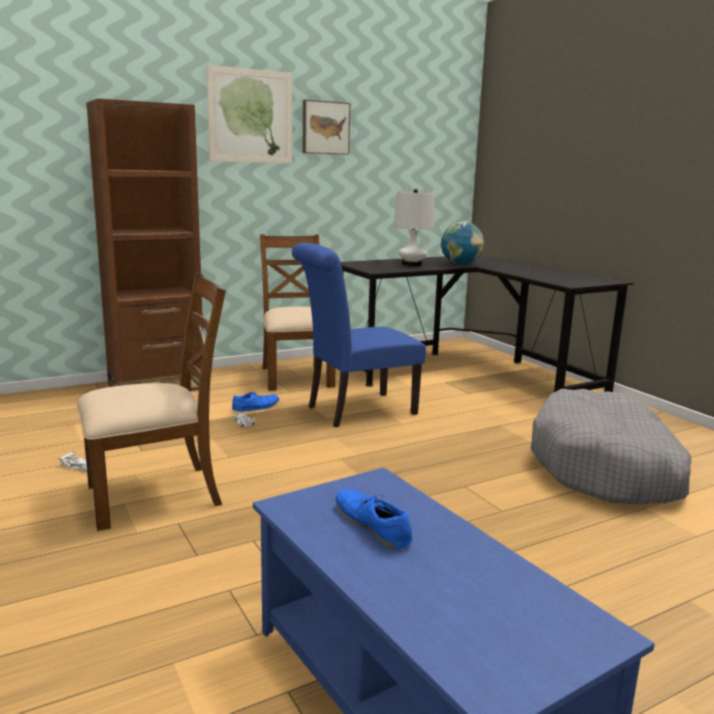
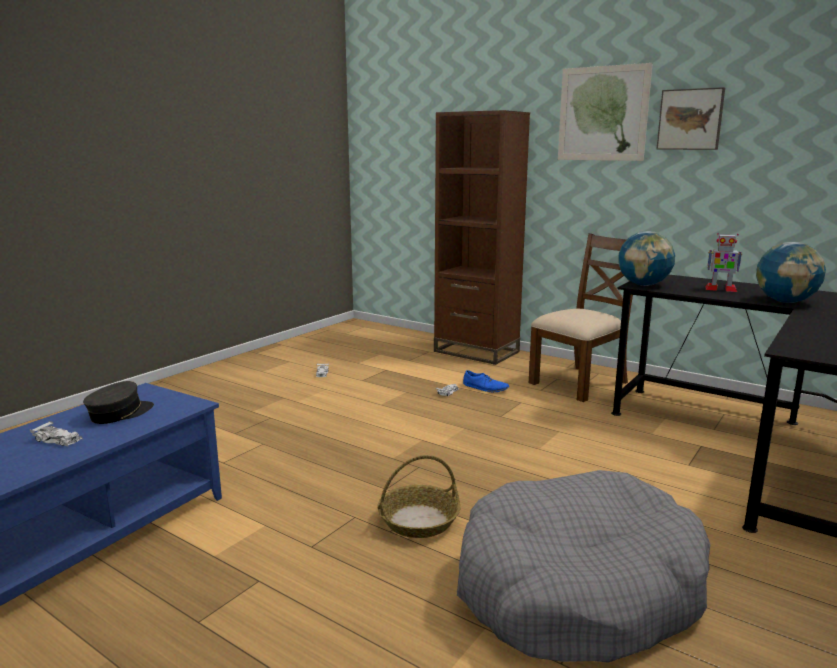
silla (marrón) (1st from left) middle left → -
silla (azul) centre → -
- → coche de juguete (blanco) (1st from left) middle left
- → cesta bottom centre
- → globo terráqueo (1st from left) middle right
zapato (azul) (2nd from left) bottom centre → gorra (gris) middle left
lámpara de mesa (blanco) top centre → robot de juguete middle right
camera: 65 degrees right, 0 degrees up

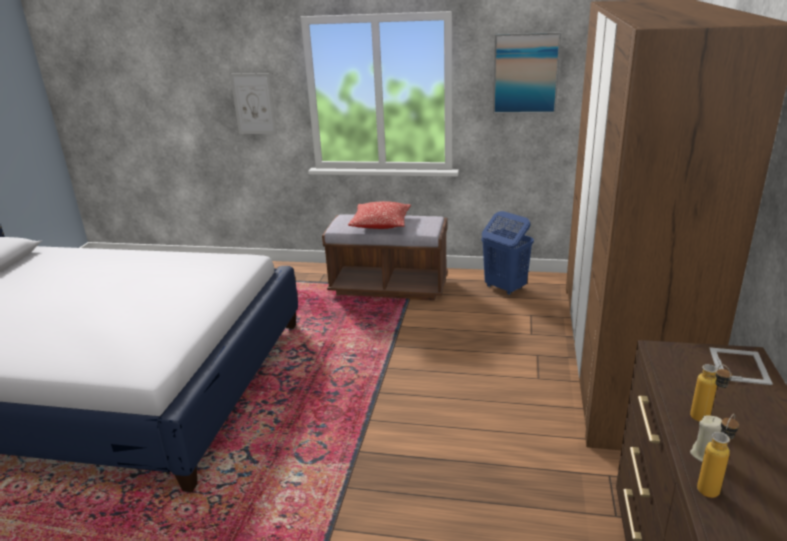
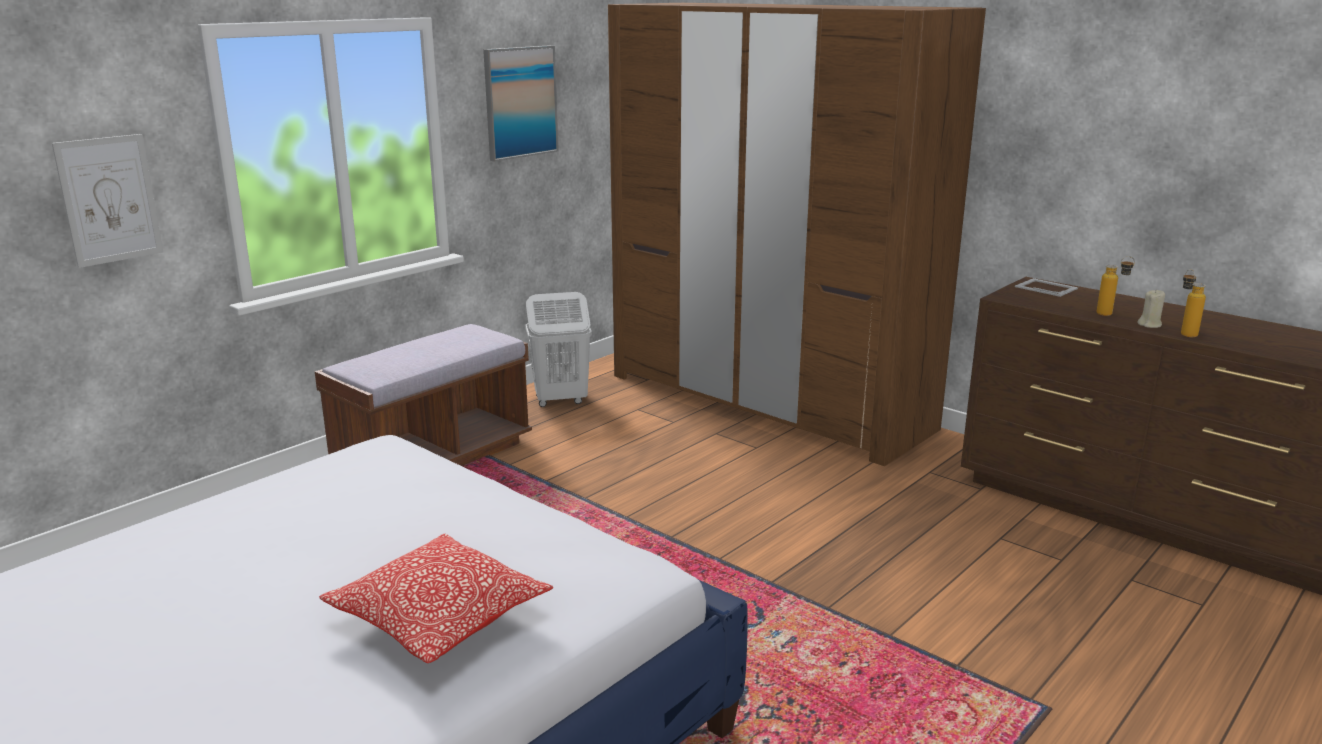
cojín centre → cojín bottom left, moved
cesto de la ropa (azul) centre → cesto de la ropa (blanco) centre
camera: 60 degrees left, 5 degrees down

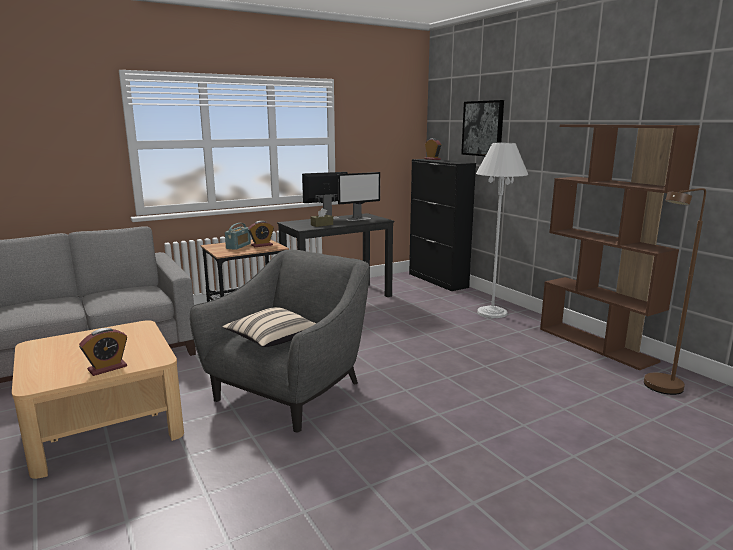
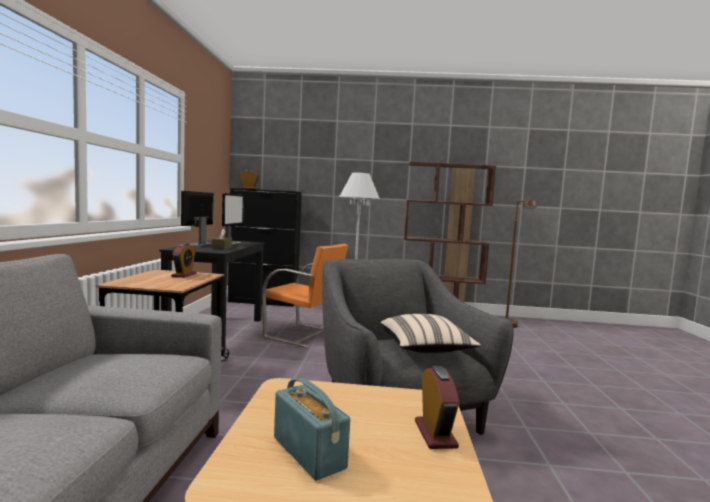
cuadro top centre → -
- → silla (naranja) centre
radio middle left → radio bottom centre, moved
camera: 55 degrees left, 10 degrees down

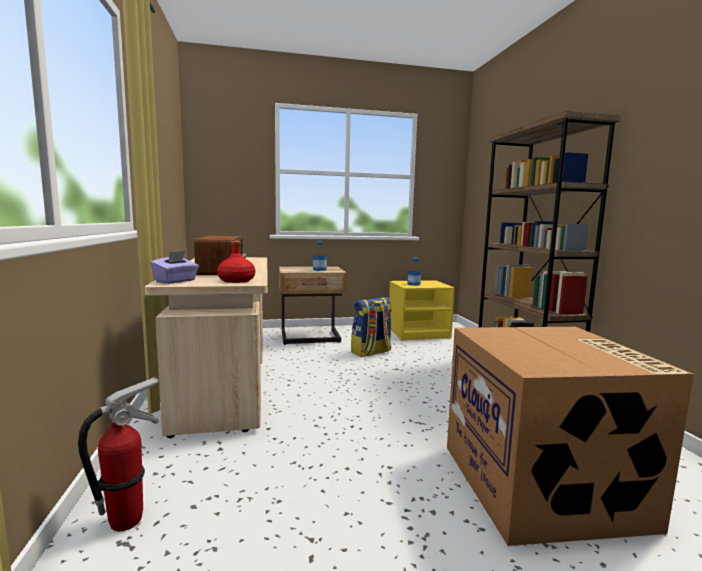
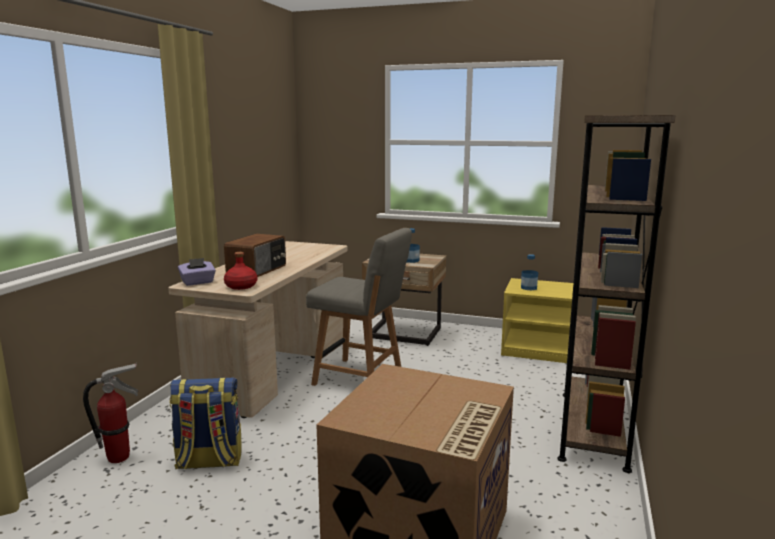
- → silla (gris) centre
mochila centre → mochila bottom left, moved
camera: 30 degrees right, 5 degrees up

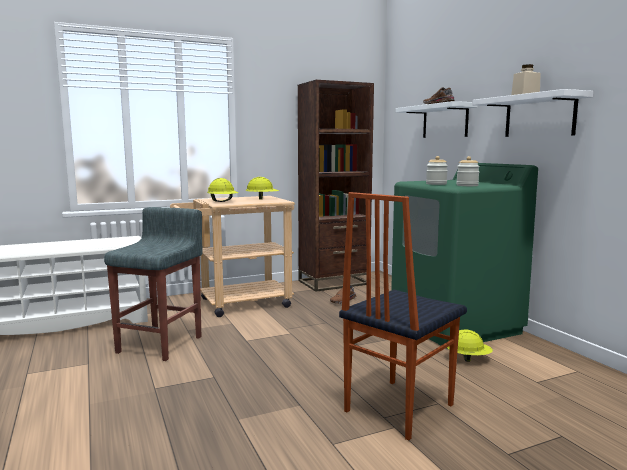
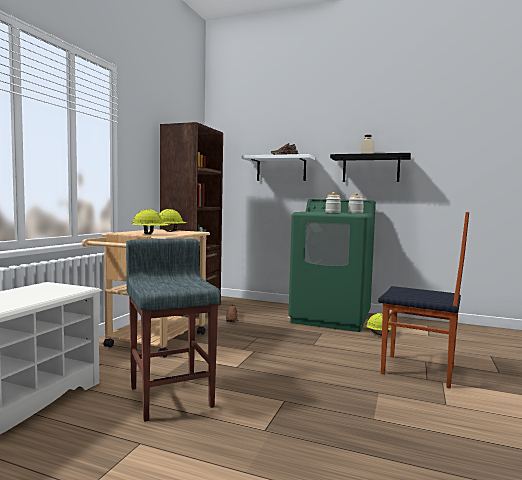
estante (blanco) (2nd from left) top right → estante (negro) middle right
silla bottom centre → silla middle right, 60 degrees counterclockwise
camera: 45 degrees left, 5 degrees down

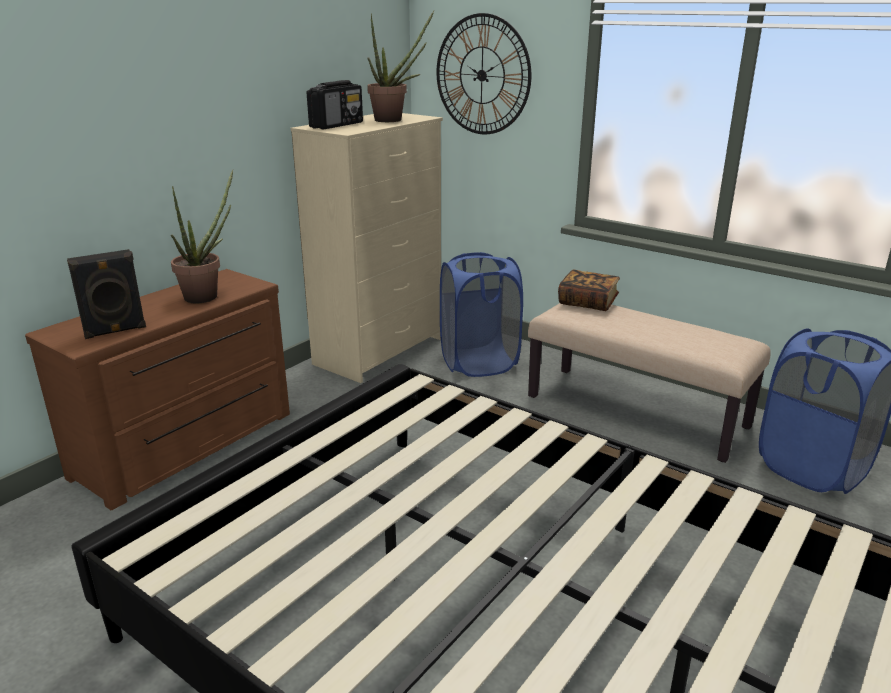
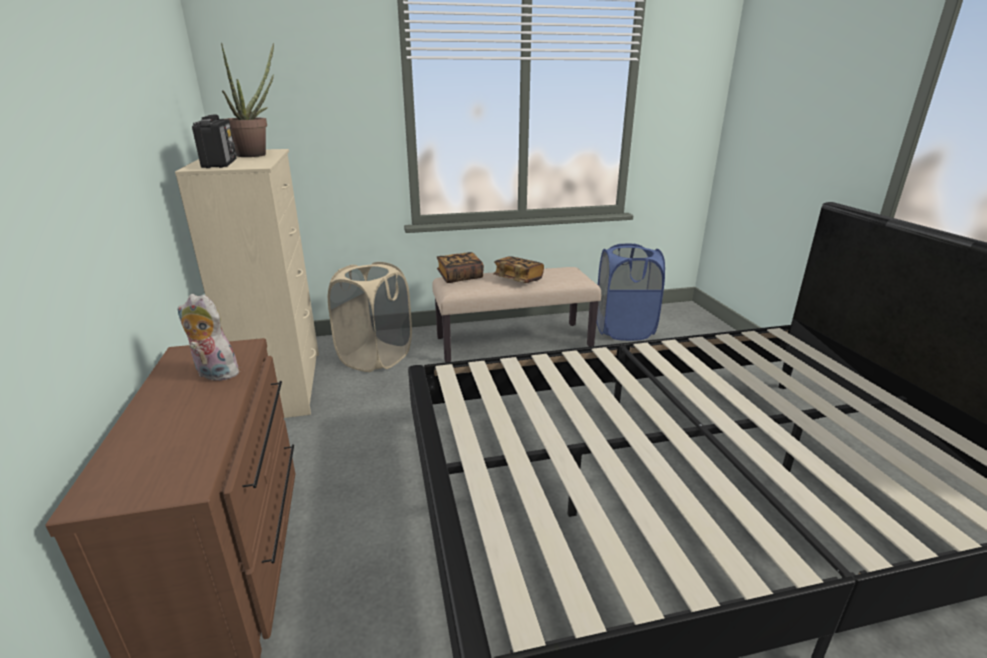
altavoz (negro) middle left → -
reloj de pared top centre → -
- → libro (2nd from left) centre
planta en maceta (1st from left) middle left → peluche middle left
cesto de la ropa (azul) (1st from left) centre → cesto de la ropa (beis) centre
camera: 50 degrees left, 0 degrees up

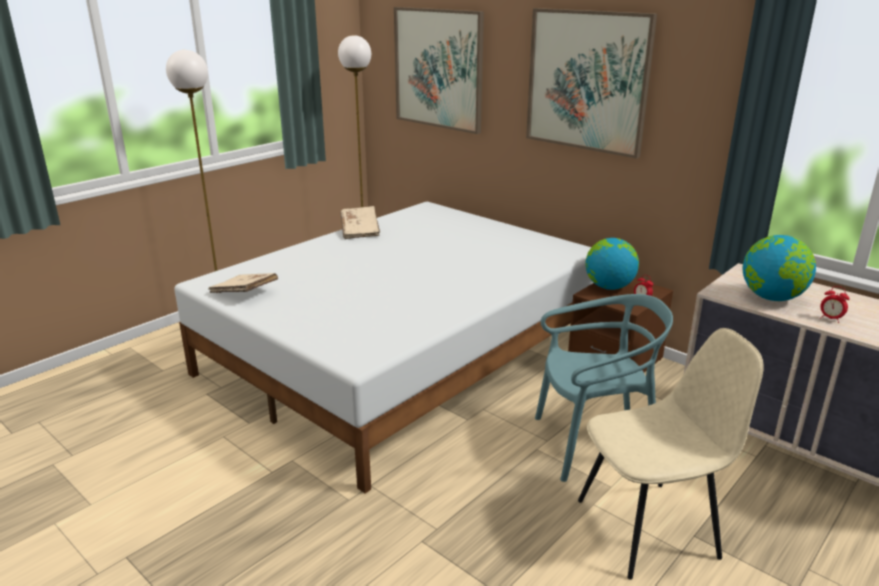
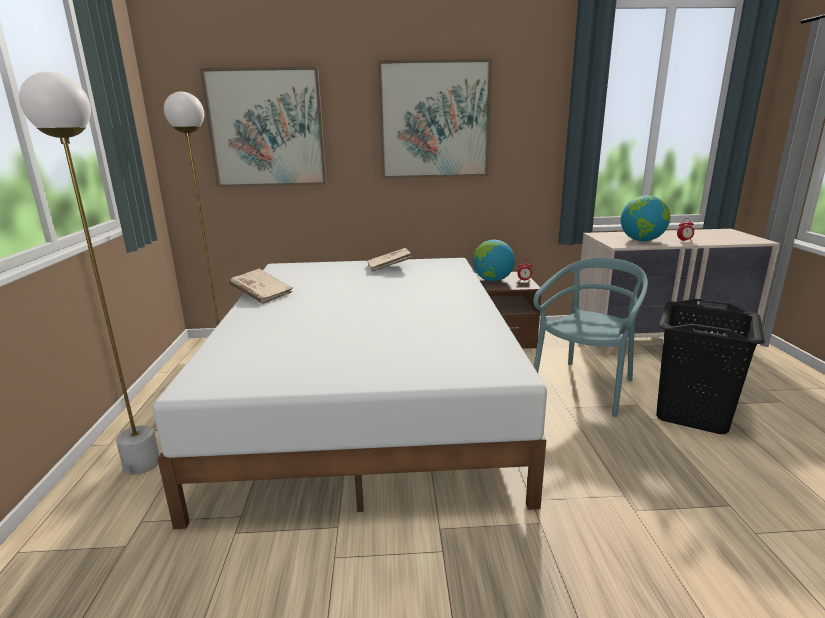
libro (beis) (1st from left in the first image) middle left → libro (beis) (2nd from left) centre, moved
silla (beis) bottom right → cesto de la ropa (negro) middle right
camera: 45 degrees left, 5 degrees down

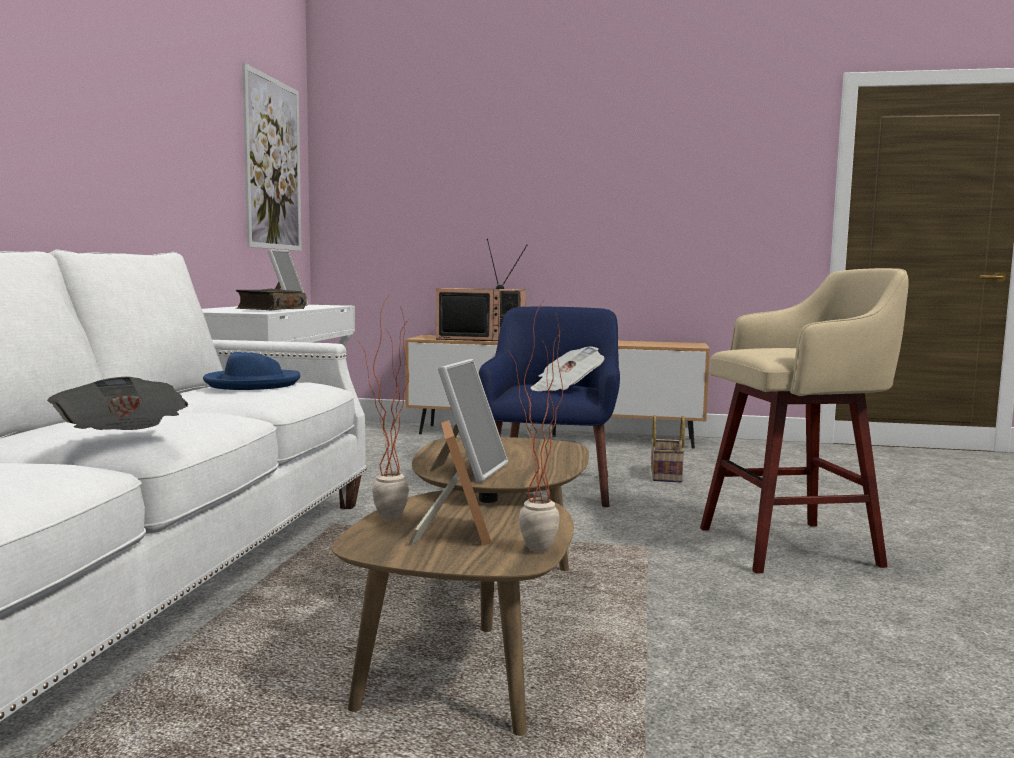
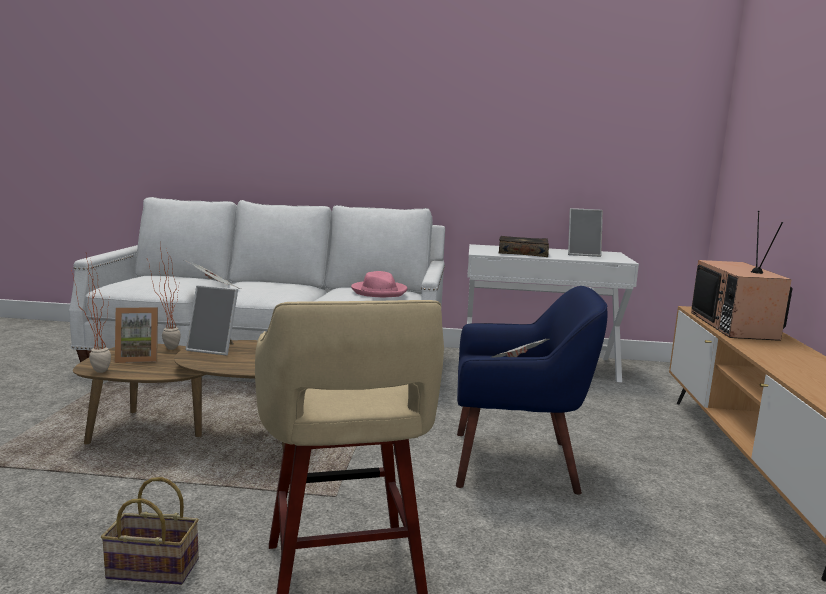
cuadro top left → -
cesta centre → cesta bottom left, moved
sombrero (azul) middle left → sombrero (rosa) centre
camera: 85 degrees right, 5 degrees up

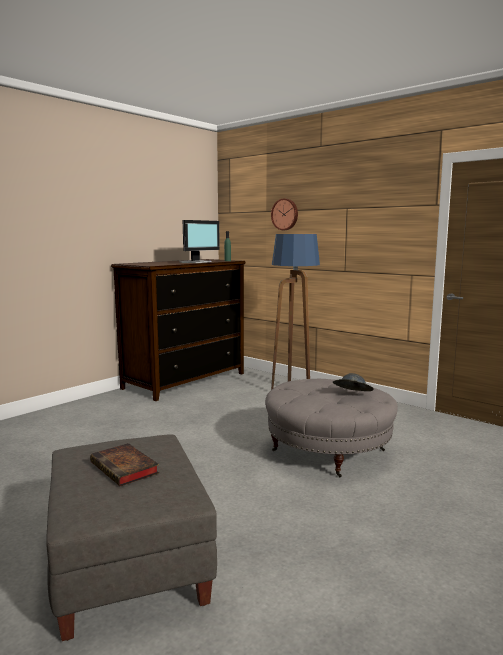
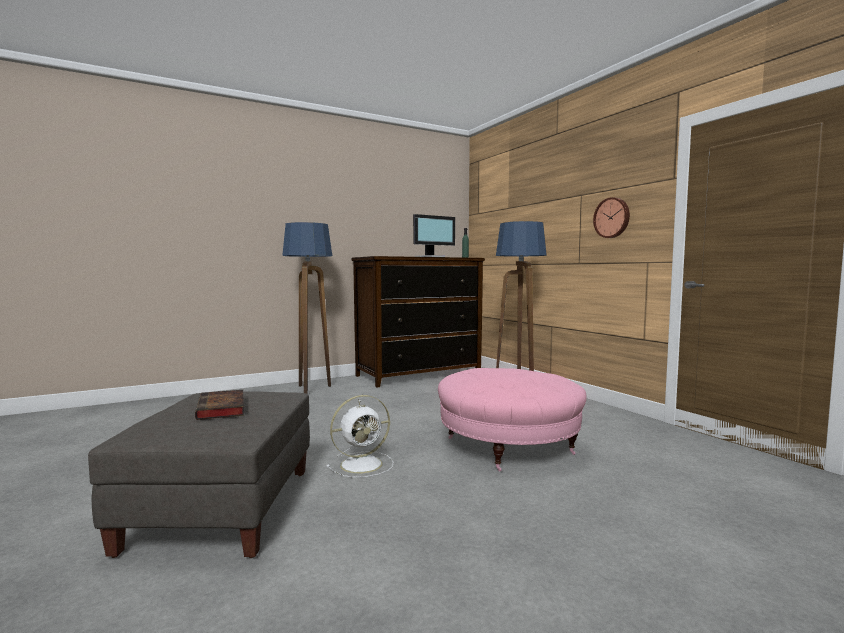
sombrero (gris) middle right → -
- → lámpara de pie (1st from left) centre
- → ventilador (blanco) bottom centre
reloj de pared top centre → reloj de pared middle right, moved
puf (gris) (2nd from left) centre → puf (rosa) centre
camera: 20 degrees right, 5 degrees down

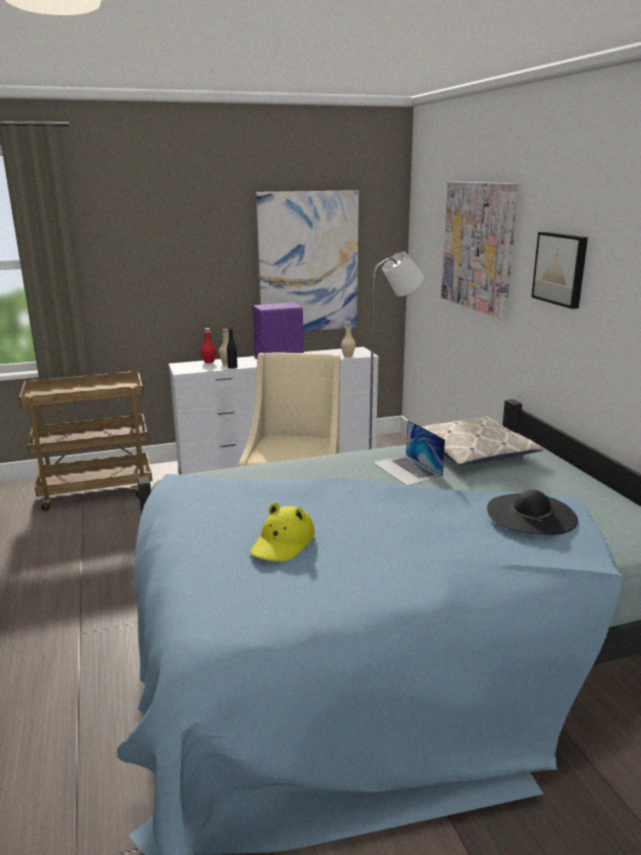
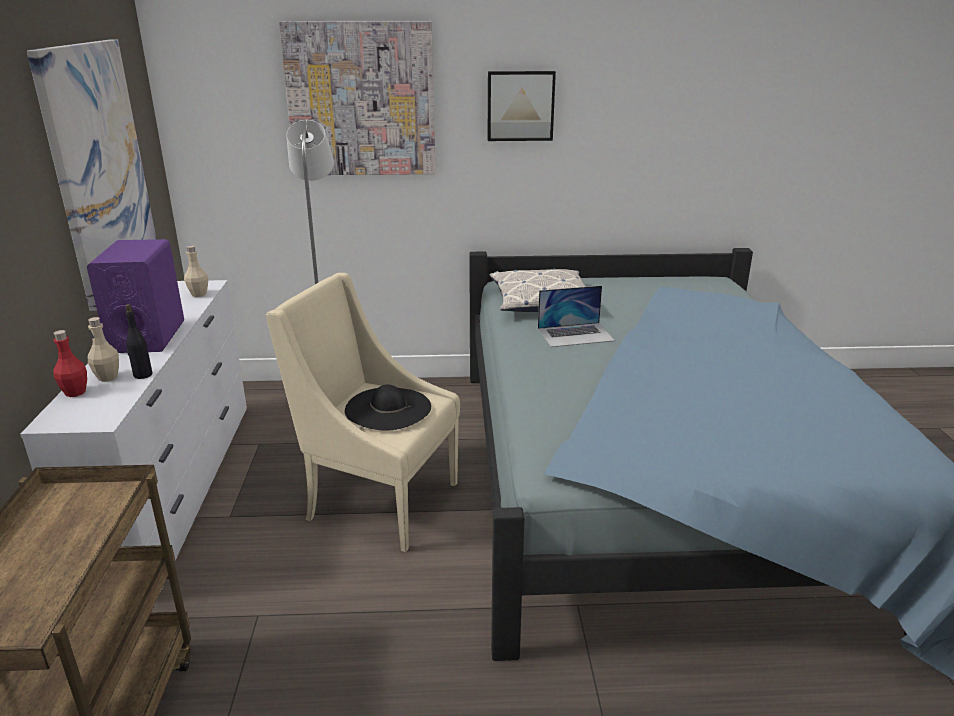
sombrero (amarillo) centre → -
sombrero (negro) middle right → sombrero (negro) centre, moved
camera: 75 degrees left, 5 degrees up

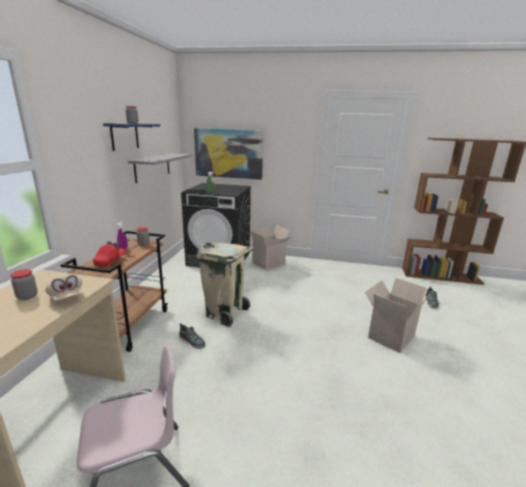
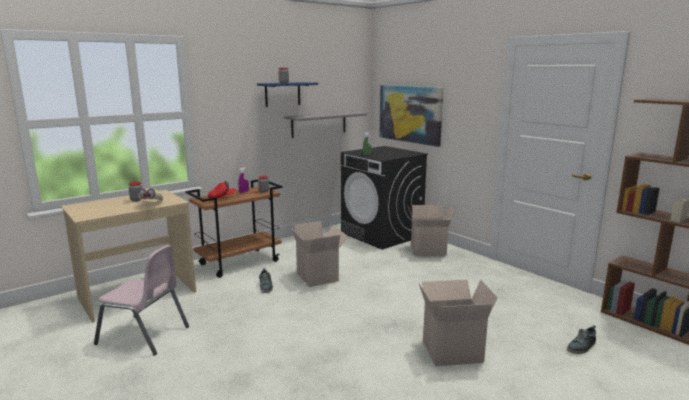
papelera (beis) centre → caja de cartón (1st from left) centre
camera: 40 degrees right, 5 degrees down

